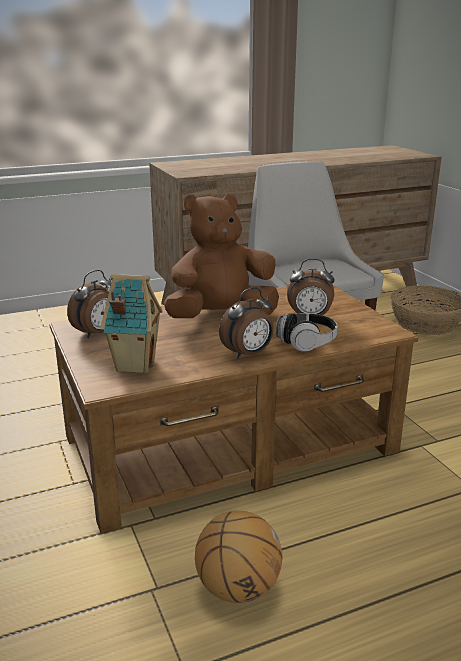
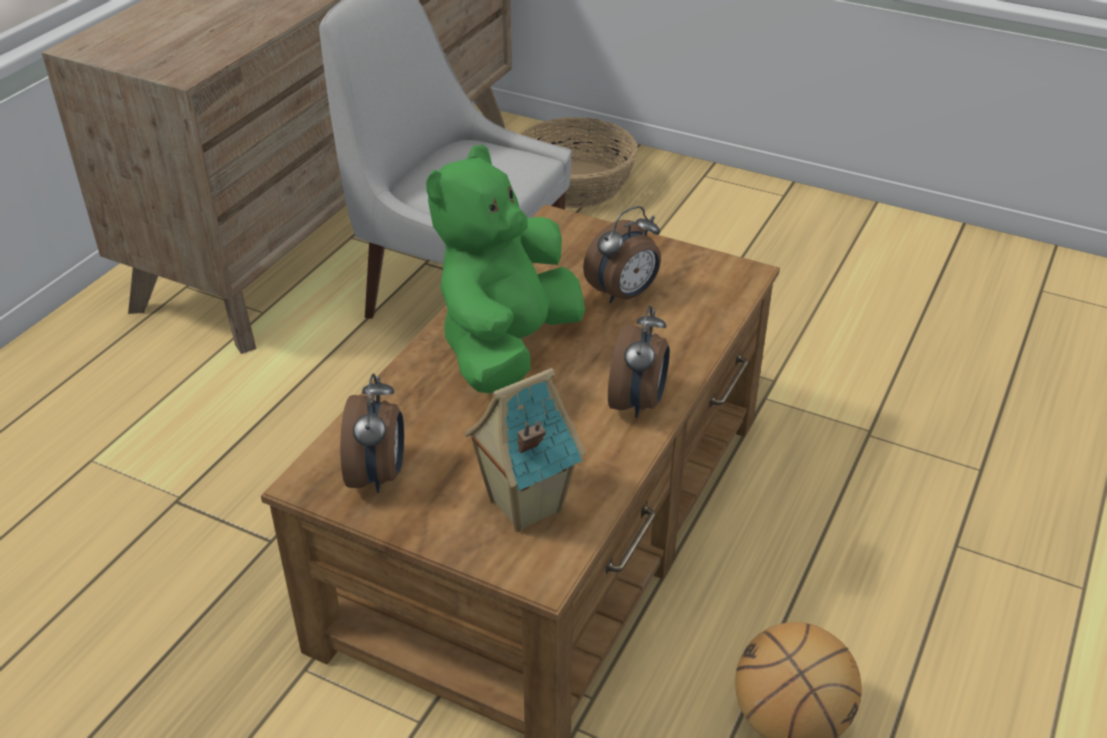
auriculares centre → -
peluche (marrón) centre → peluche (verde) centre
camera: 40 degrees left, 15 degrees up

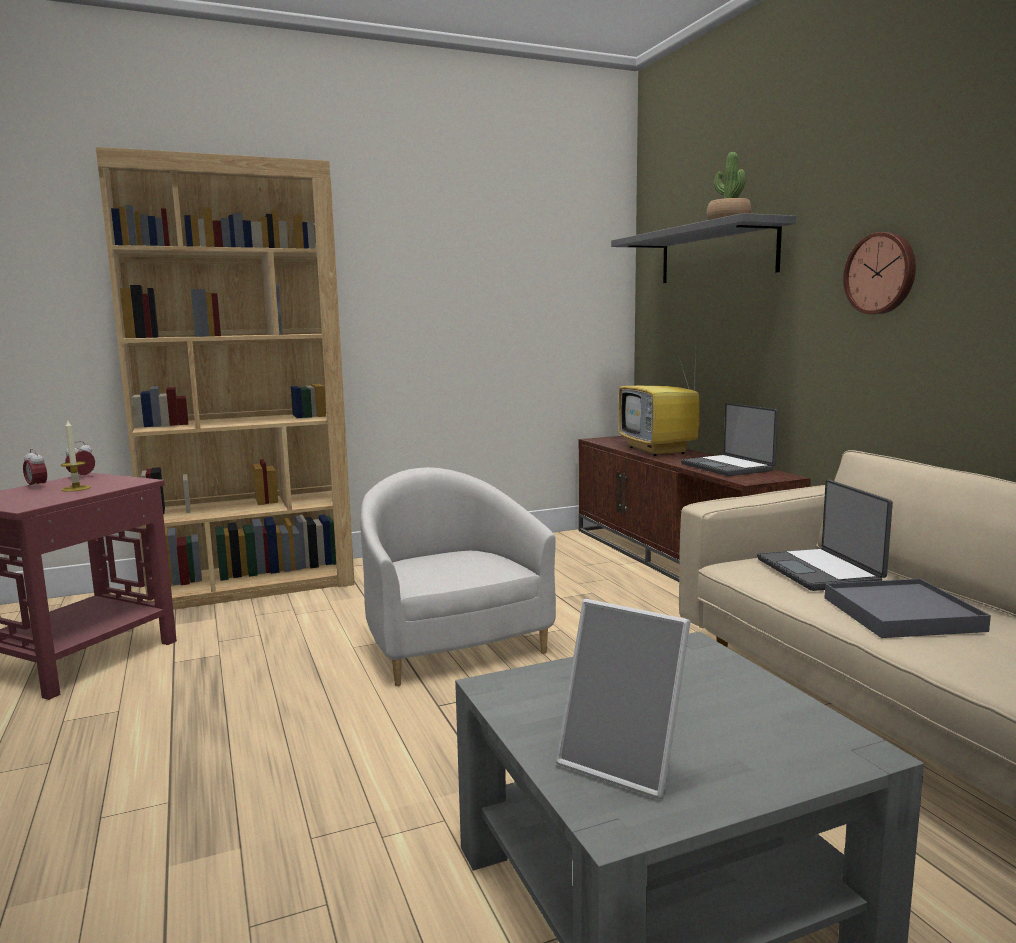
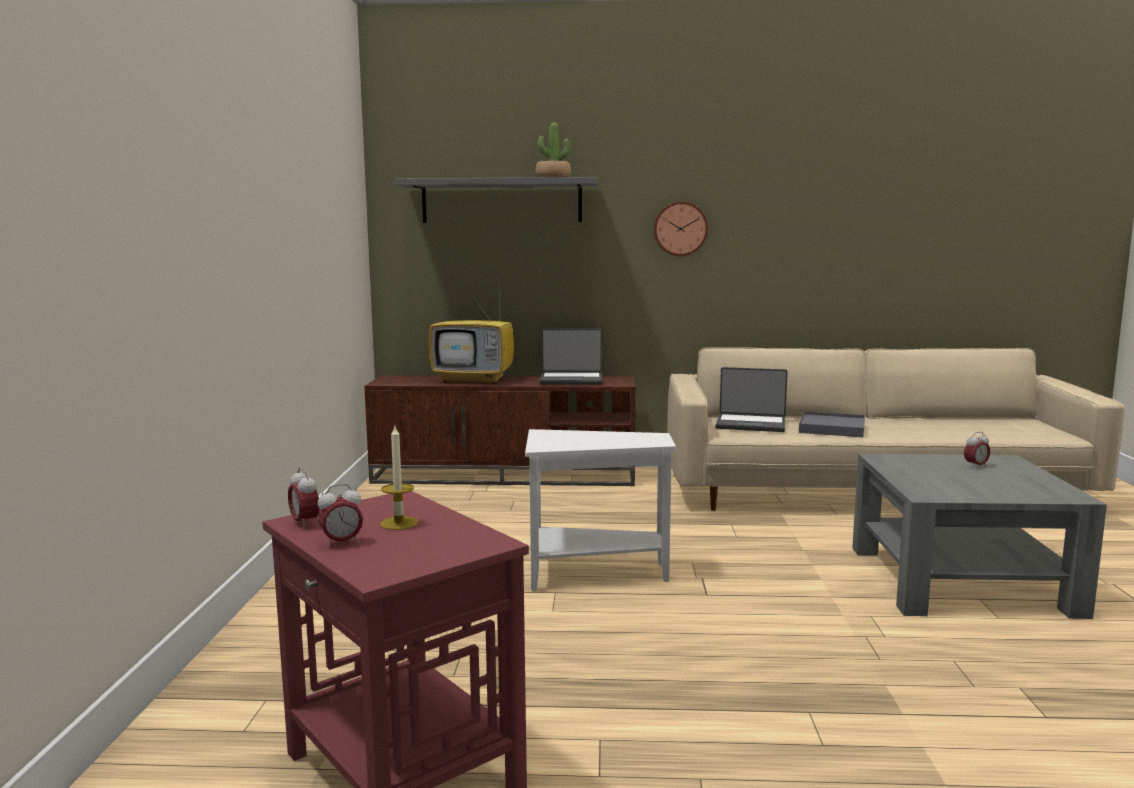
estantería (marrón) middle left → -
portarretratos bottom centre → -
- → despertador (3rd from left) middle right
sillón (blanco) centre → mesa auxiliar (blanco) centre
camera: 65 degrees left, 0 degrees up

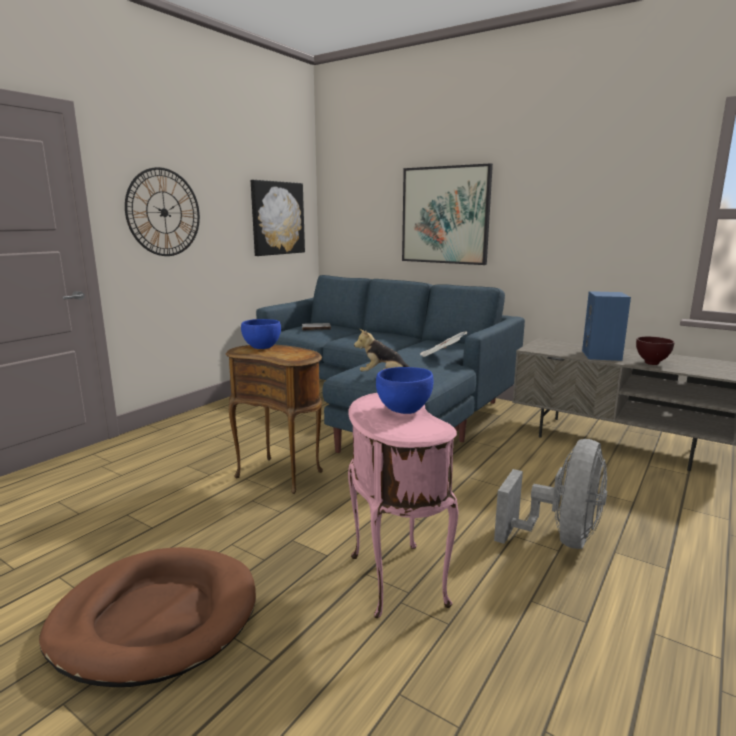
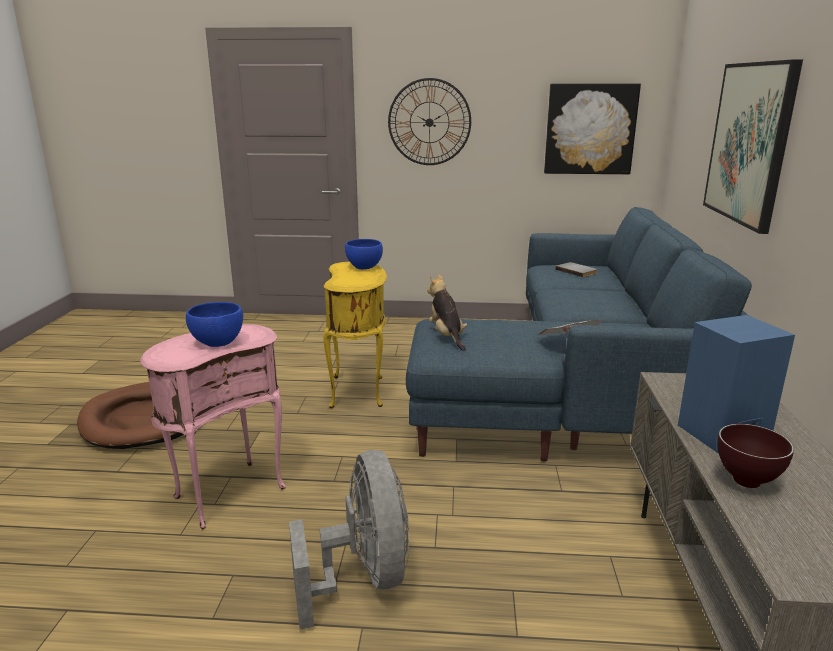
mesa auxiliar (marrón) centre → mesa auxiliar (amarillo) centre
ventilador (gris) bottom right → ventilador (gris) bottom centre, 105 degrees counterclockwise
camera: 60 degrees right, 5 degrees up

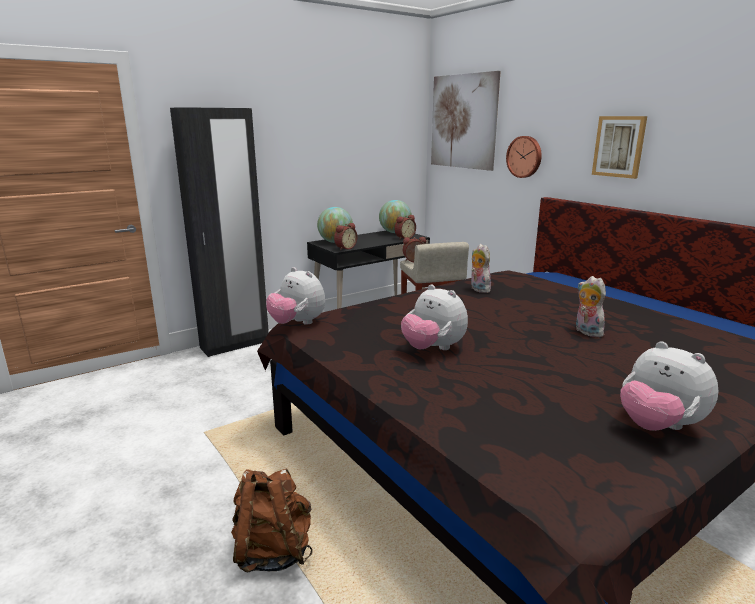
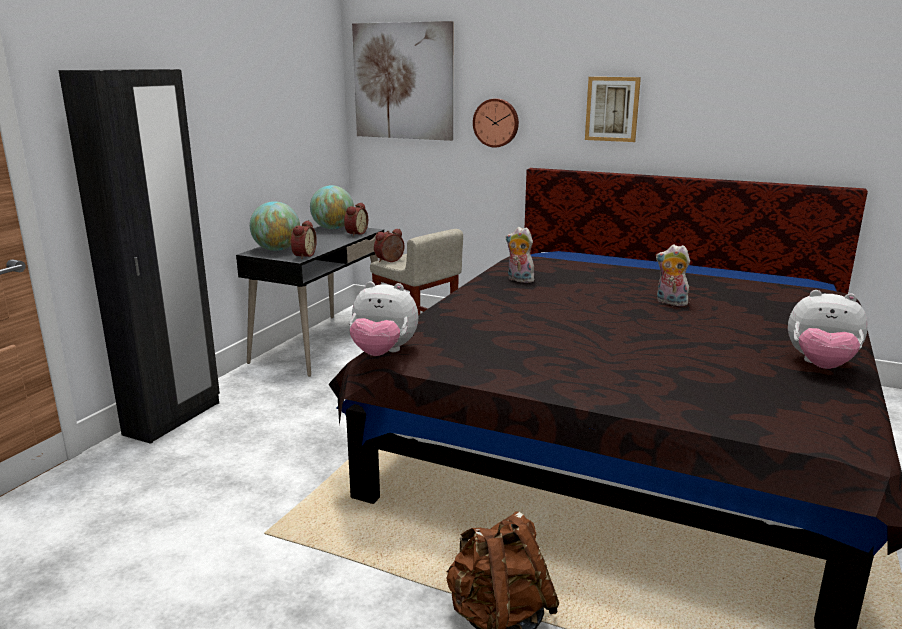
peluche (2nd from left) centre → -
camera: 30 degrees left, 0 degrees up

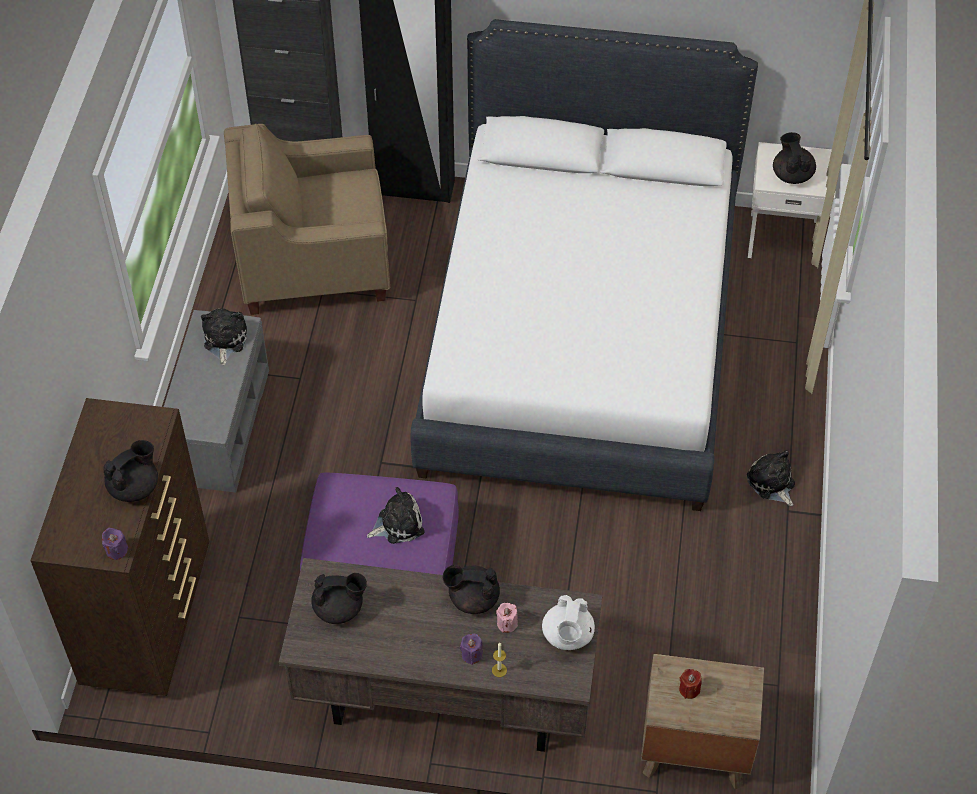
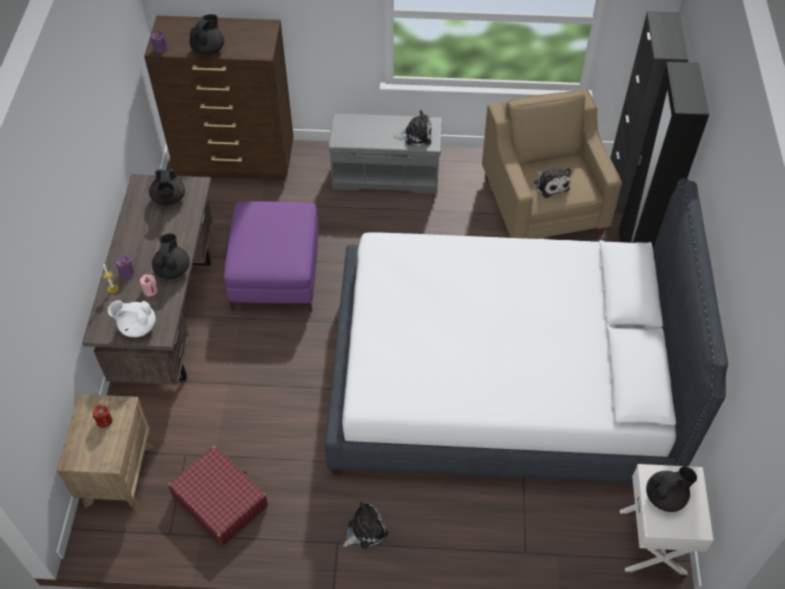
- → maleta (rojo) bottom left
peluche (2nd from left in the first image) centre → peluche (3rd from left) top right, moved
tetera (negro) (1st from left in the first image) middle left → tetera (negro) (3rd from left) top left, 105 degrees counterclockwise
camera: 85 degrees right, 0 degrees up

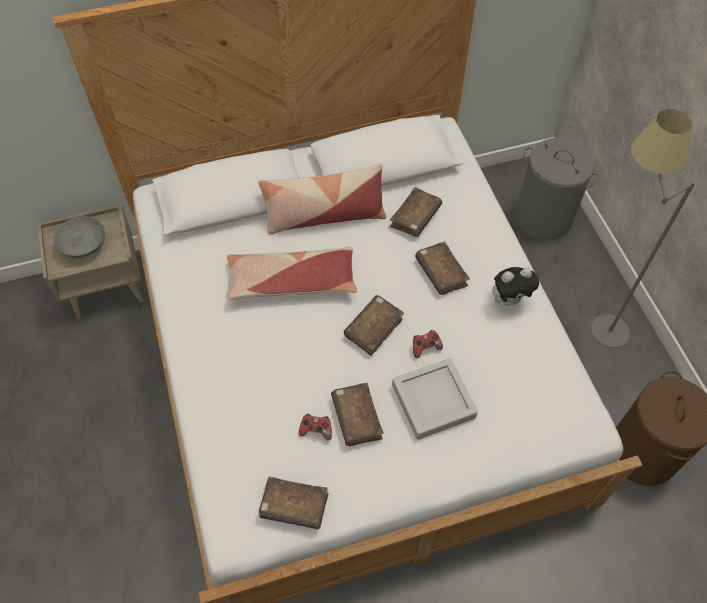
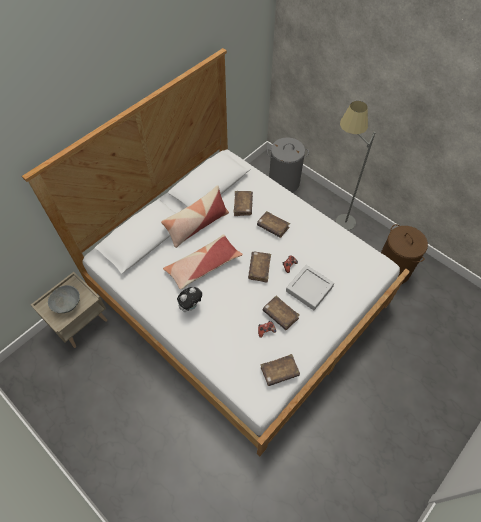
peluche middle right → peluche centre, moved
camera: 30 degrees left, 0 degrees up

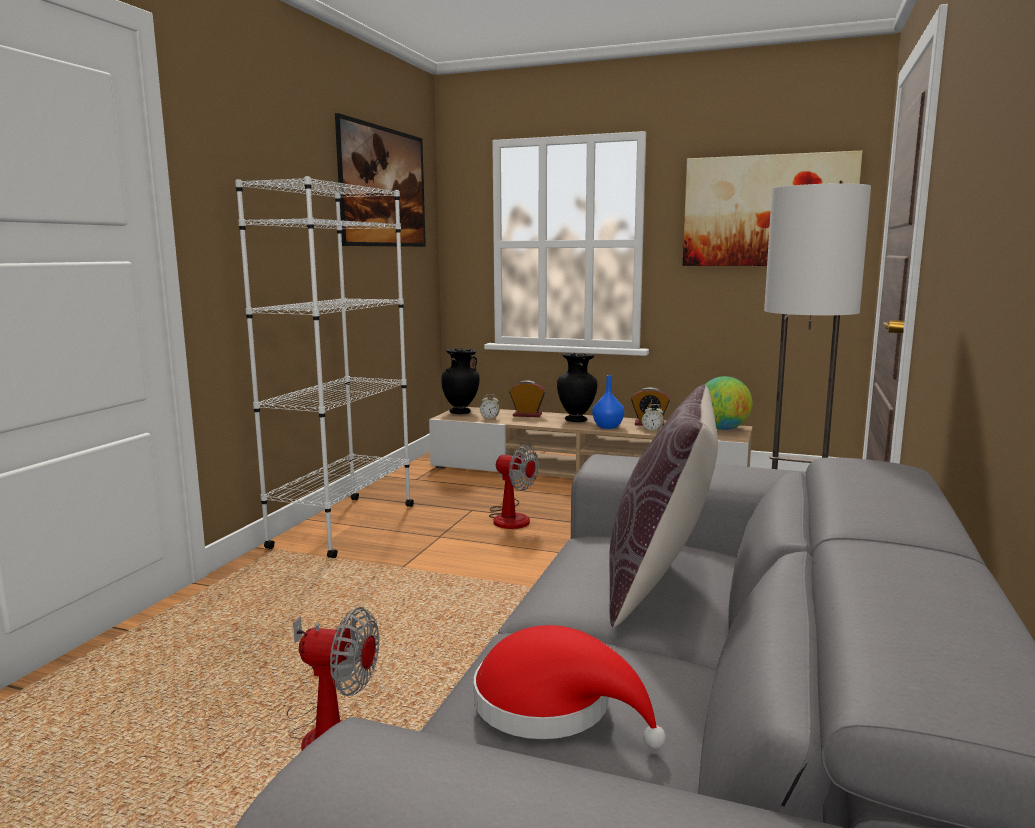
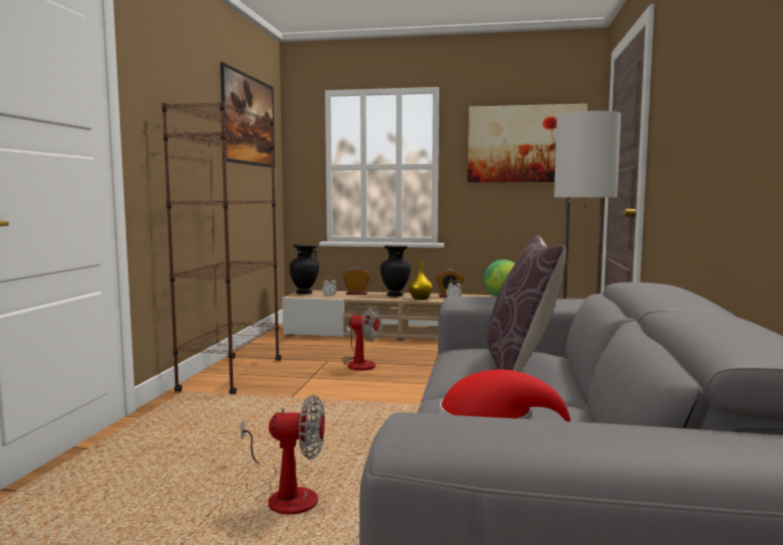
estantería (blanco) middle left → estantería (marrón) middle left
florero (azul) centre → florero (amarillo) centre
camera: 10 degrees left, 5 degrees down

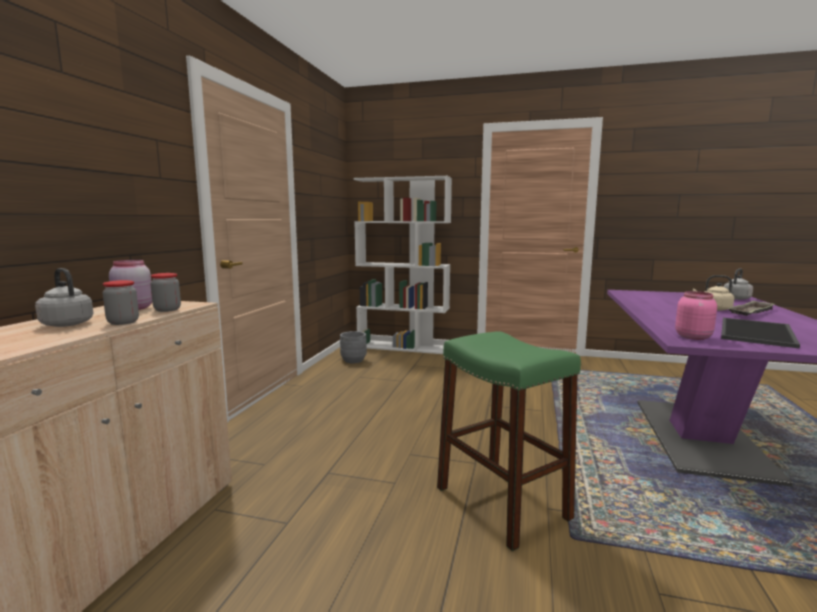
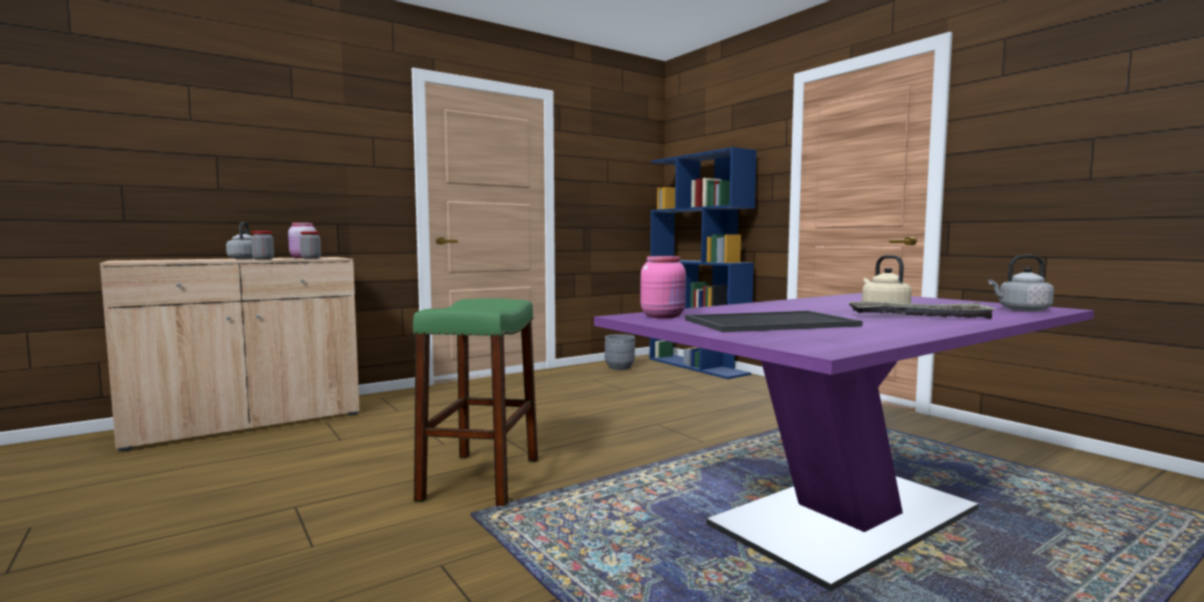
estantería (blanco) centre → estantería (azul) centre
camera: 40 degrees right, 5 degrees down

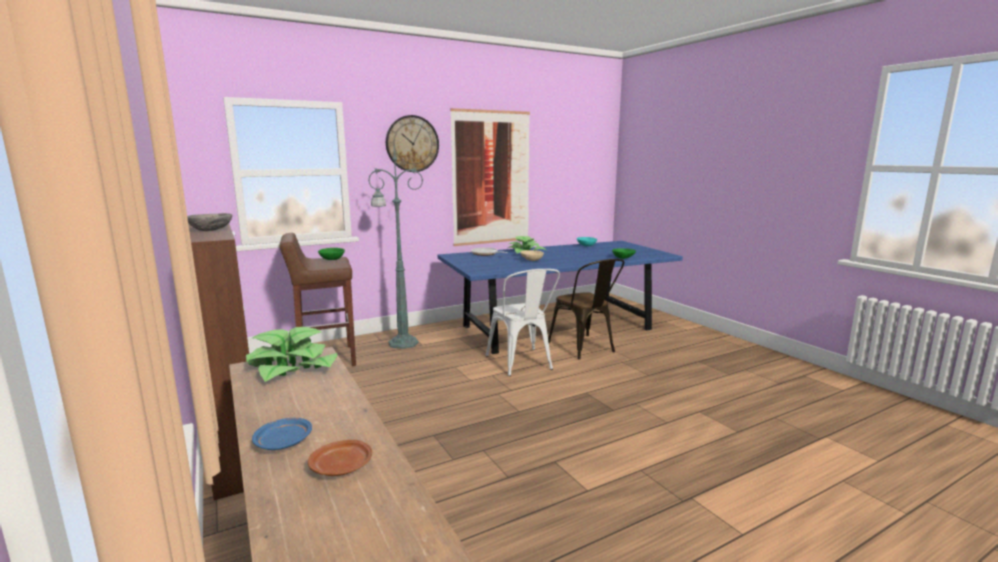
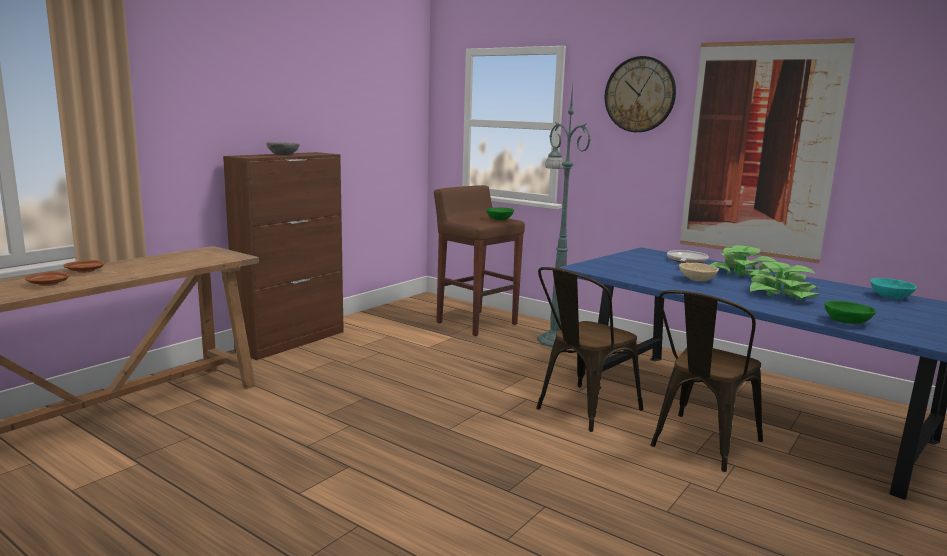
planta en maceta (1st from left in the first image) middle left → planta en maceta (2nd from left) middle right, moved
plato (azul) bottom left → plato (marrón) (2nd from left) middle left
silla (blanco) centre → silla (marrón) (1st from left) centre
camera: 65 degrees right, 0 degrees up

